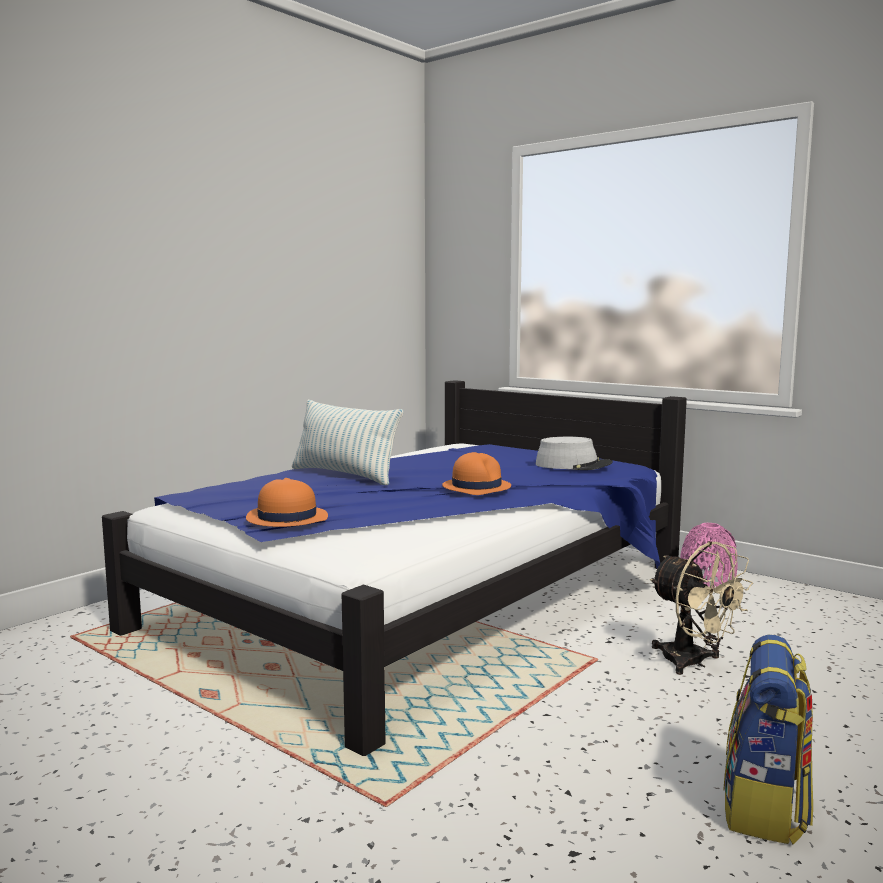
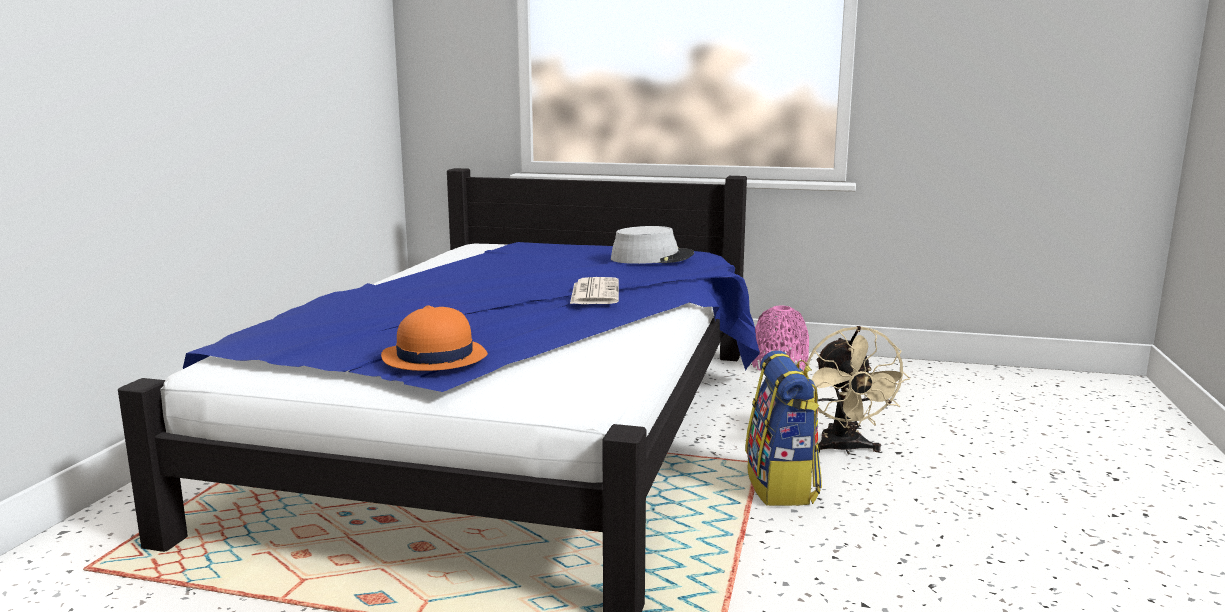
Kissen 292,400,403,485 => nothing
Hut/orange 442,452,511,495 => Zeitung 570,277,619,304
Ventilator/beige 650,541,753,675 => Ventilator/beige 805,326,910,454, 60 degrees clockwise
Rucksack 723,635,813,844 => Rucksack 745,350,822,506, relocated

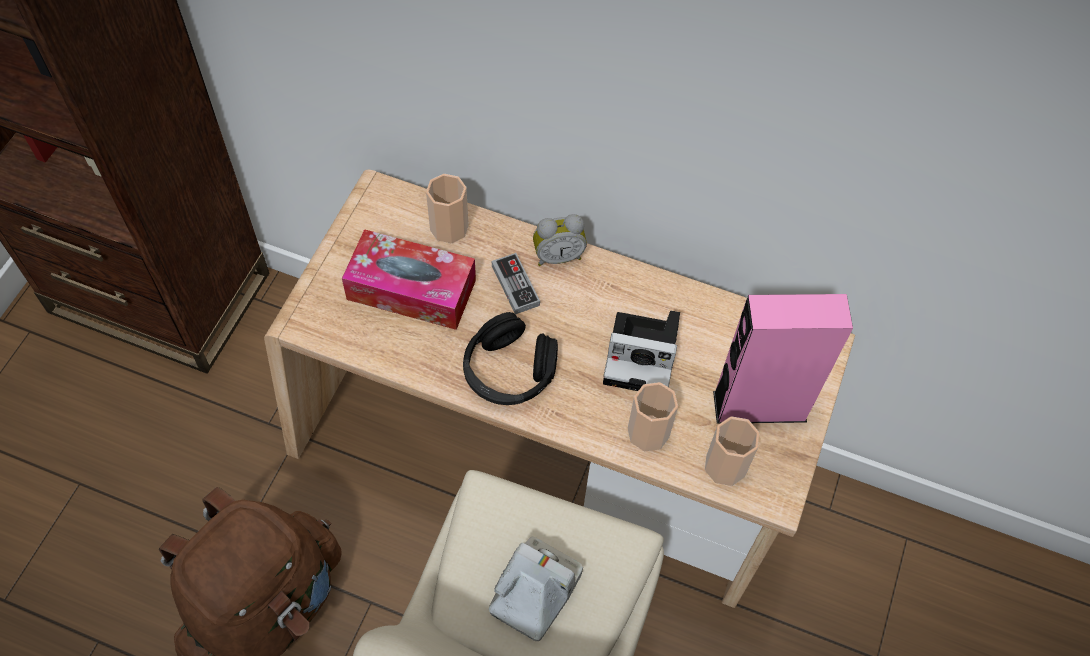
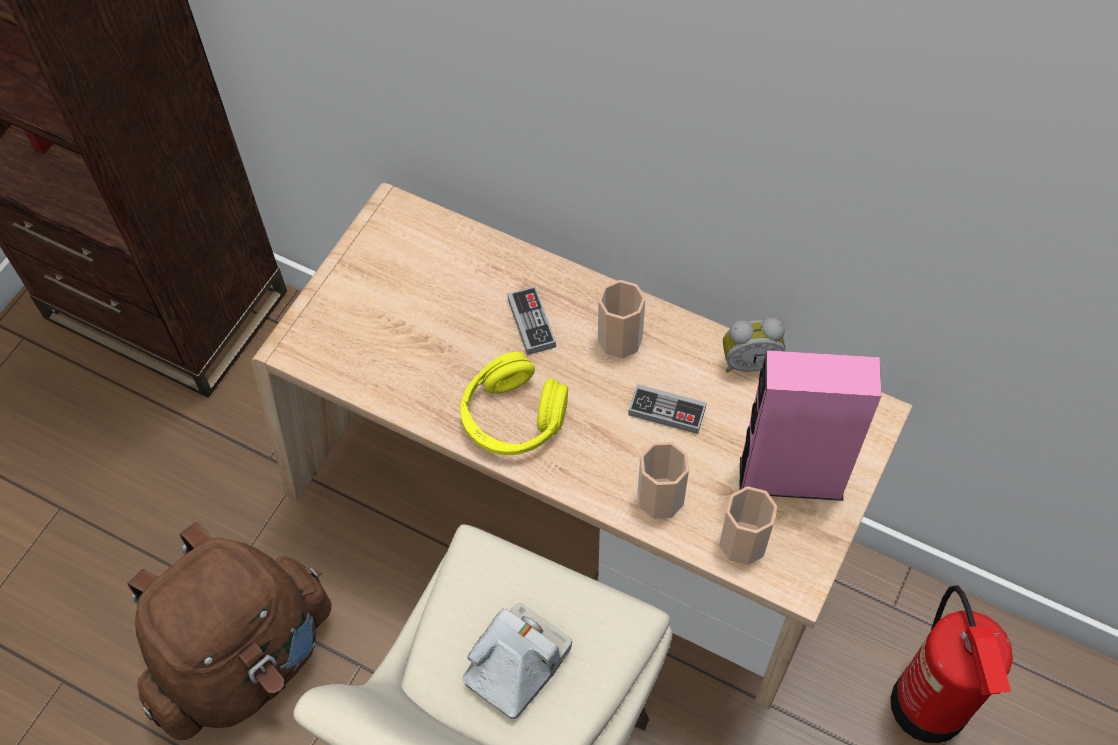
Tasse 426,174,469,243 => Tasse 598,280,646,359, relocated
Wecker 533,214,587,266 => Wecker 723,317,785,373, relocated
Taschentuchbox 342,229,476,330 => nothing
Kamera 603,311,680,391 => Gamepad 628,384,707,434
Kopfhörer/schwarz 463,312,558,405 => Kopfhörer/gelb 460,352,568,455
nothing => Feuerlöscher 891,585,1013,743

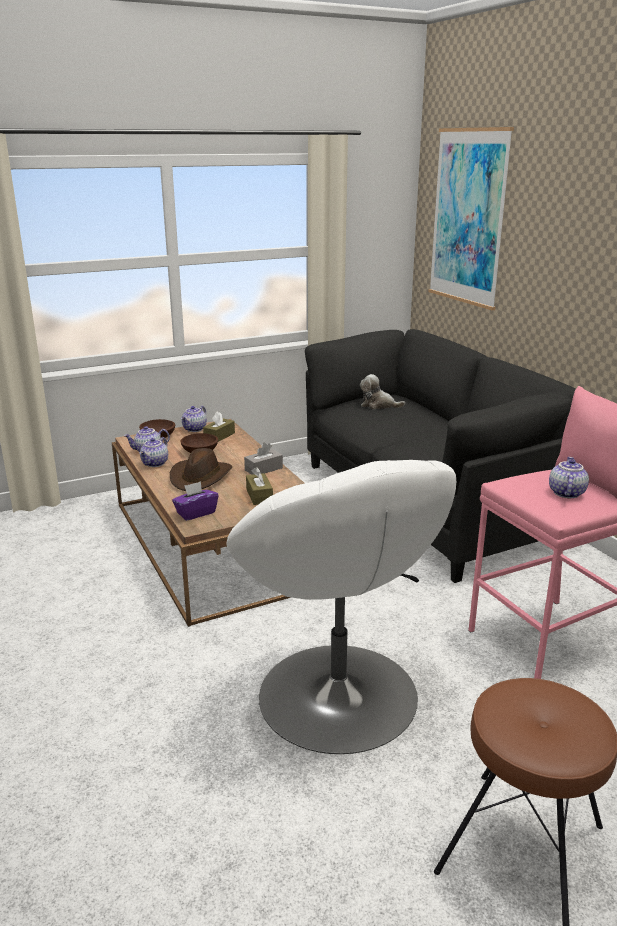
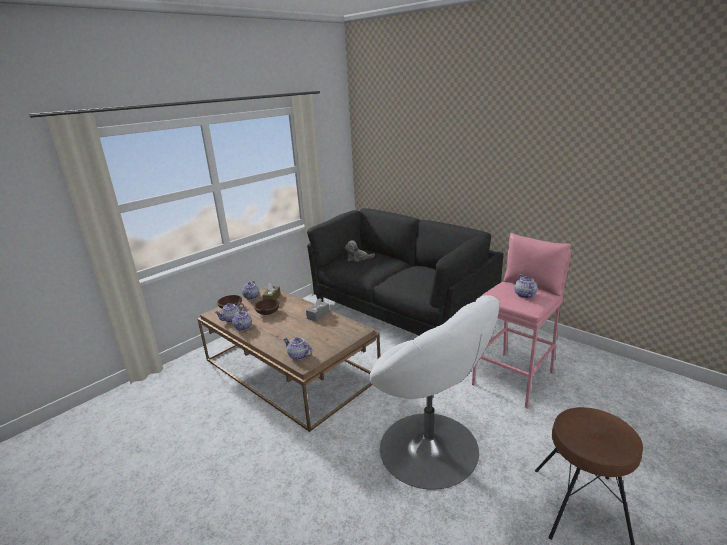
Bild 428,127,514,310 => nothing
Hut/braun 170,448,233,491 => nothing
Taschentuchbox/braun 246,467,273,505 => nothing
Taschentuchbox/lila 172,481,219,521 => Teekanne 283,337,312,360

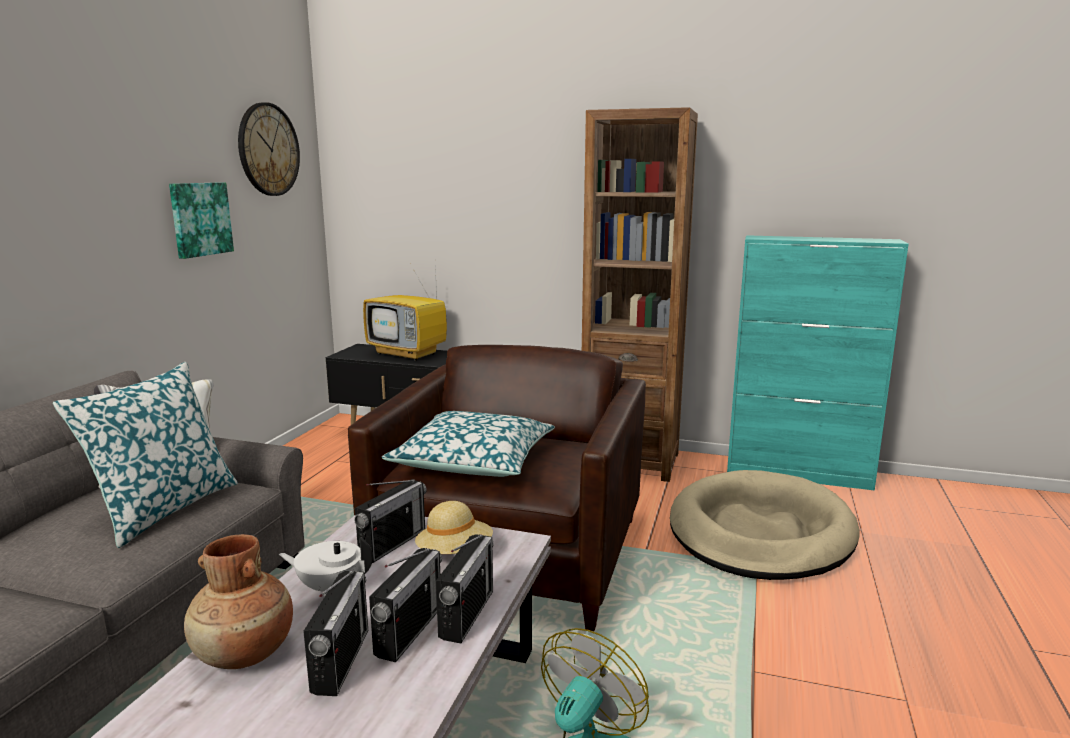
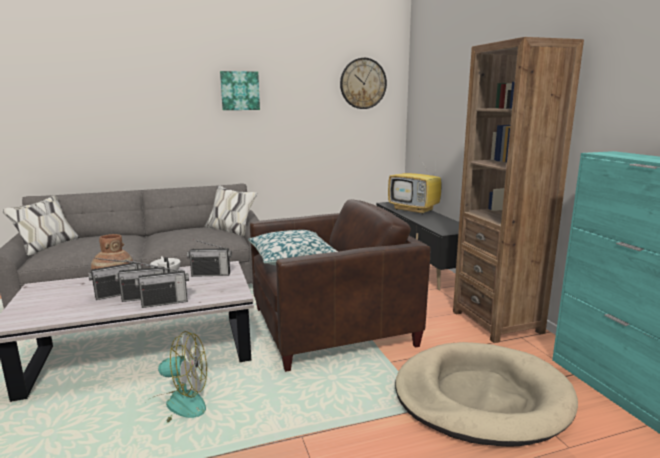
Bild 169,182,234,259 => Bild 220,71,260,110, relocated
Fernseher 363,267,447,361 => Fernseher 388,163,441,214, 45 degrees counterclockwise
Kissen 53,362,238,548 => nothing
Hut/beige 415,501,493,554 => nothing

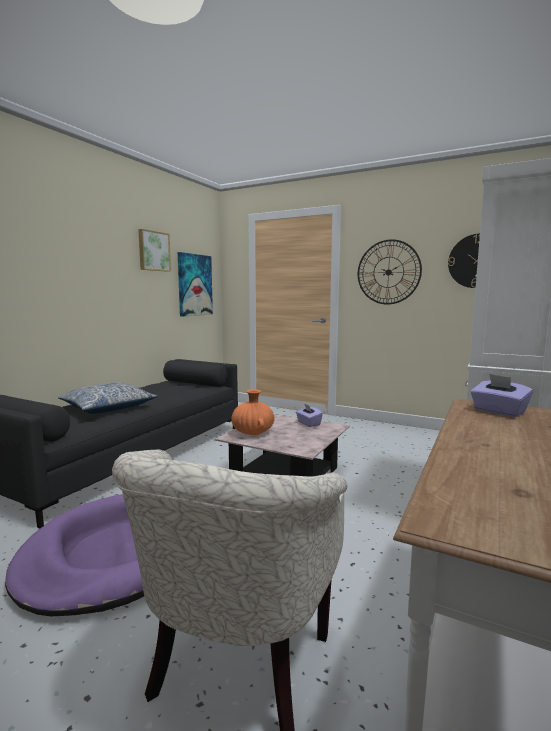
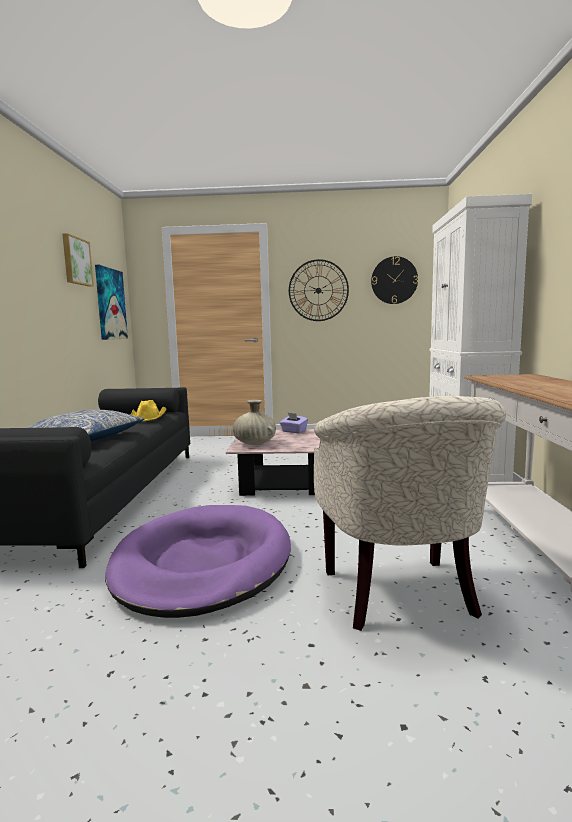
Taschentuchbox/lila 471,374,533,417 => nothing
Vase/orange 231,389,274,435 => Vase/beige 233,400,276,445
nothing => Hut/gelb 130,400,166,421

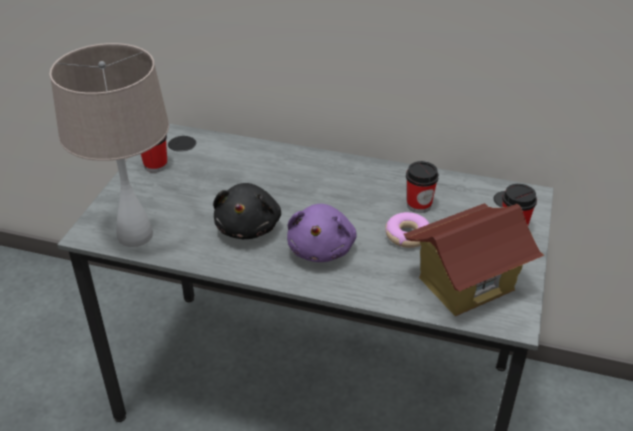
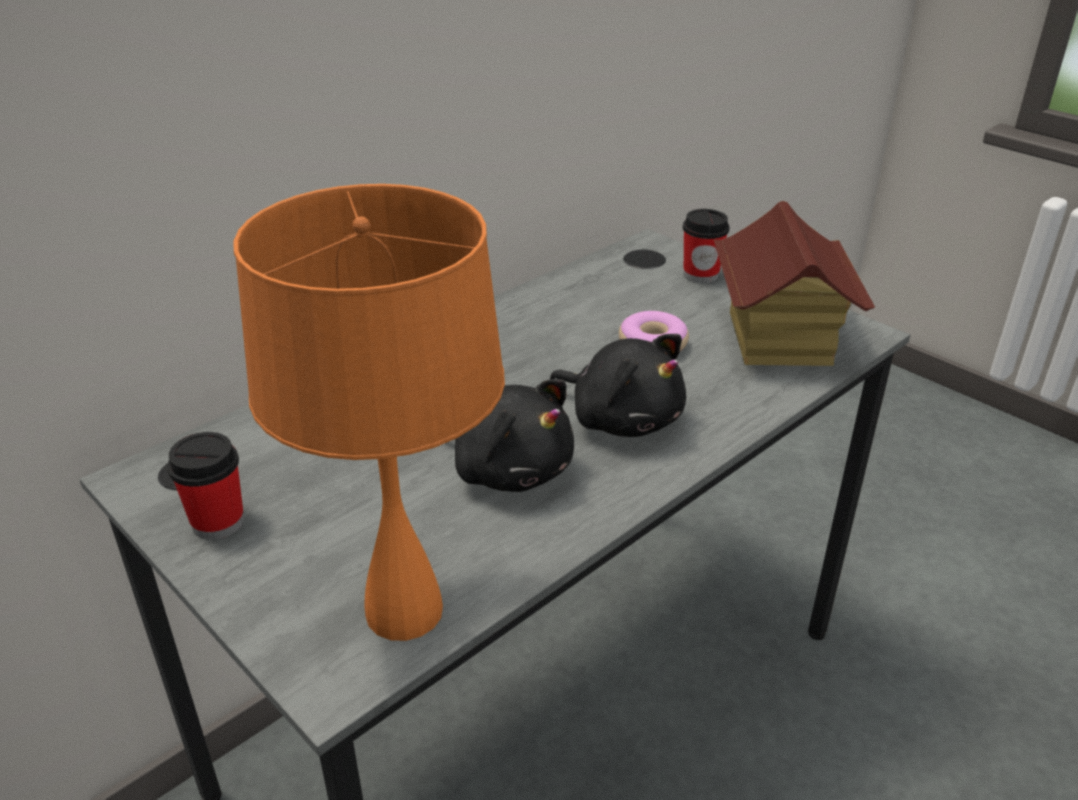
Tischlampe/beige 49,43,169,247 => Tischlampe/orange 234,184,505,641
Tasse 406,161,439,213 => nothing
Plüschtier/lila 287,204,357,262 => Plüschtier/schwarz 550,334,686,437

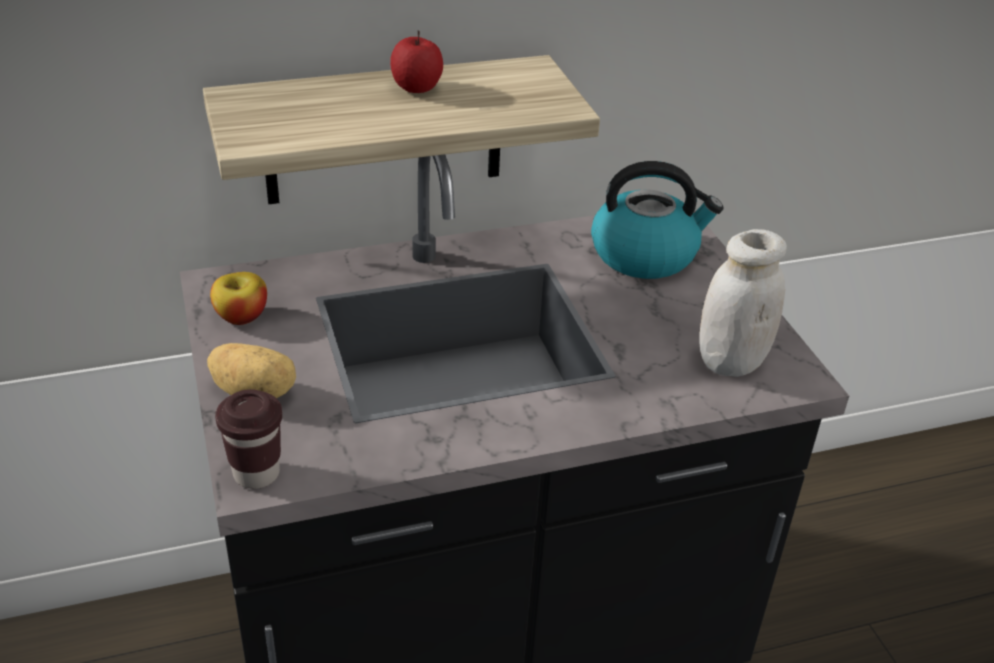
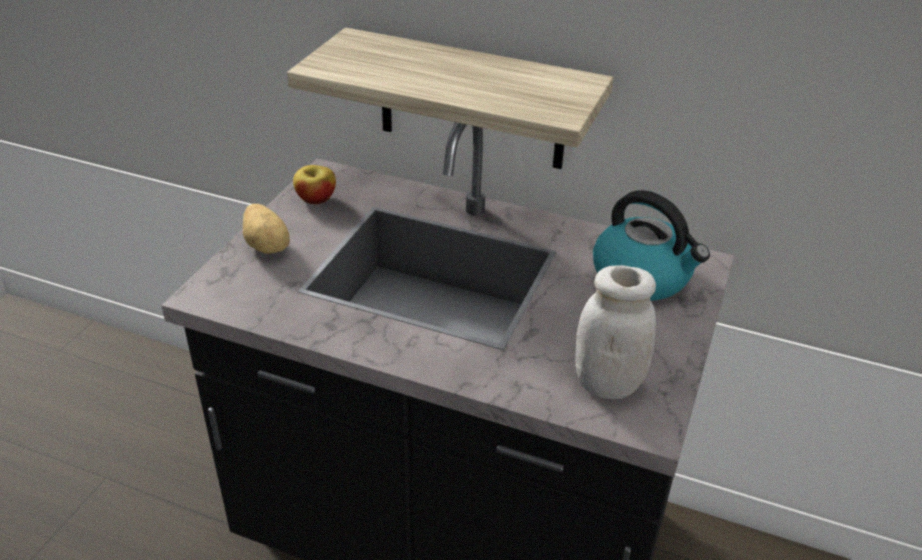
Apfel 390,31,443,93 => nothing
Tasse/braun 215,389,282,489 => nothing

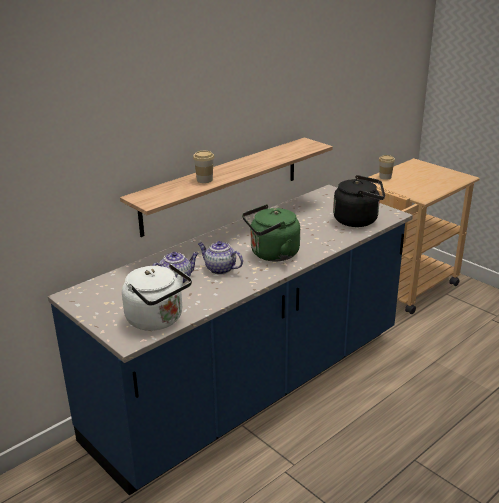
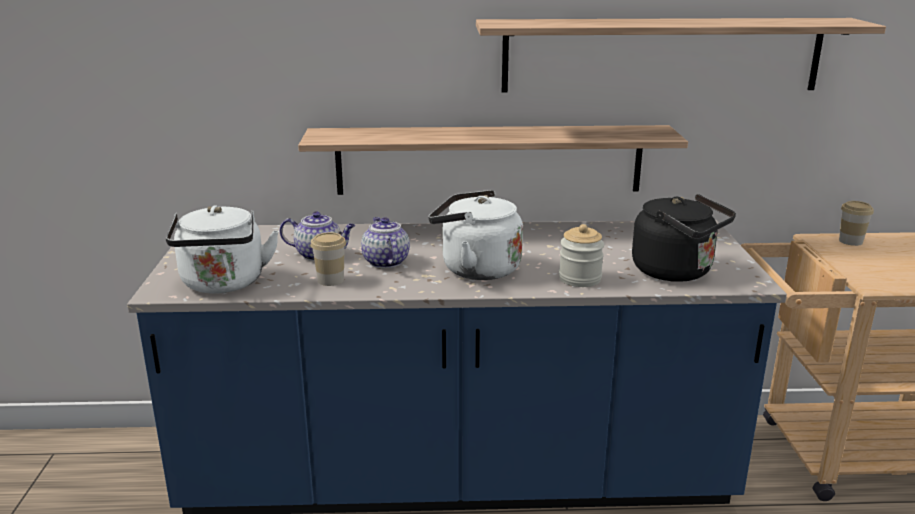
Tasse 193,151,214,183 => Tasse 310,232,346,286, relocated
Wasserkessel/grün 242,204,300,261 => Wasserkessel/weiß 428,190,523,280
nothing => Wandregal 476,18,886,92
nothing => Vorratsglas 559,224,604,287

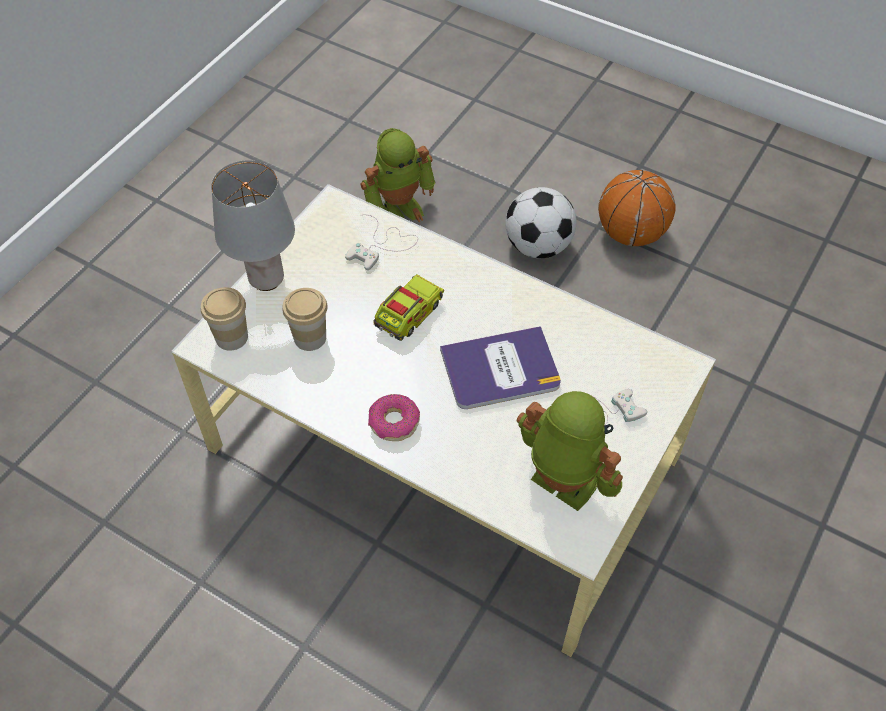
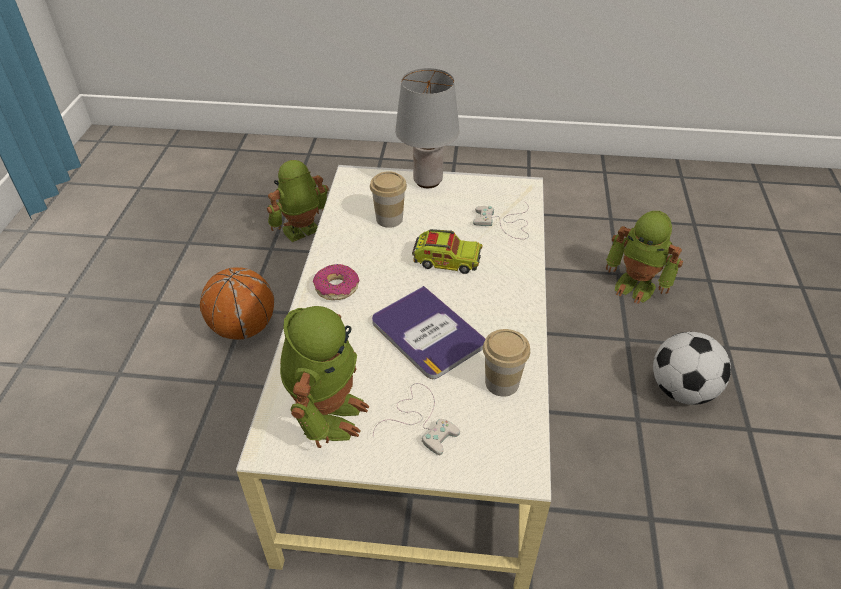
Basketball 598,170,676,246 => Basketball 200,267,274,339, relocated
Tasse 201,287,248,351 => Tasse 483,329,530,397, relocated
nothing => Spielzeugroboter 267,160,329,242

